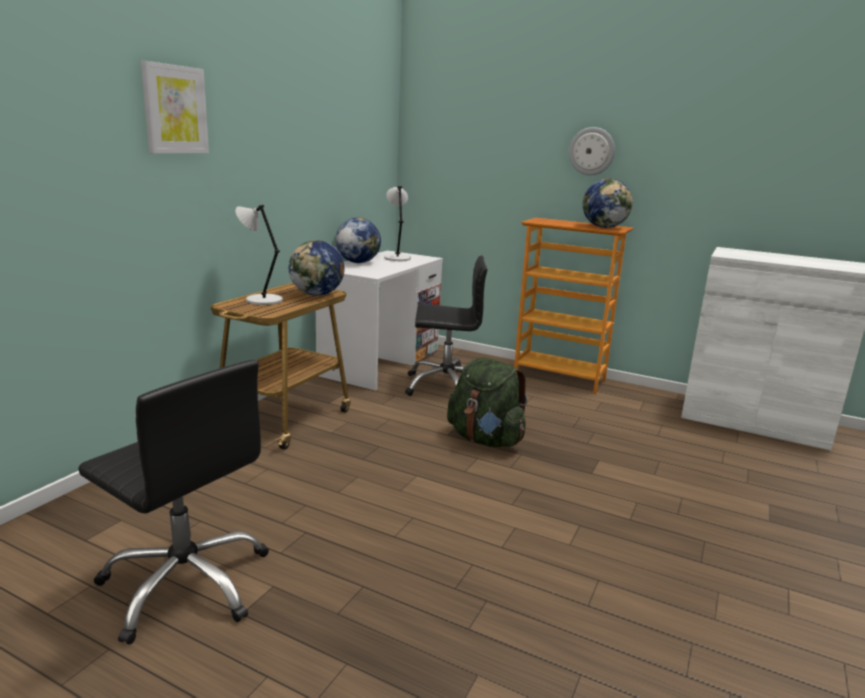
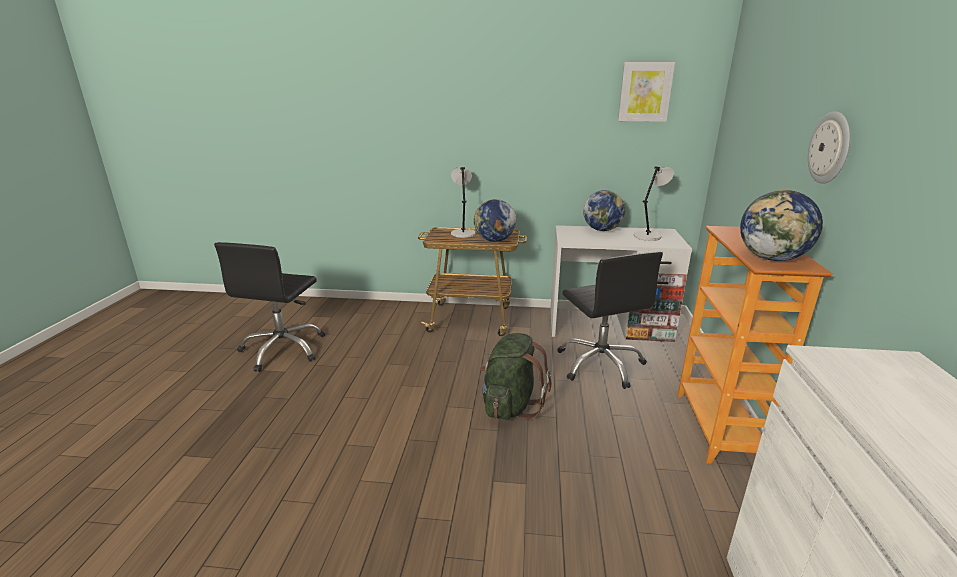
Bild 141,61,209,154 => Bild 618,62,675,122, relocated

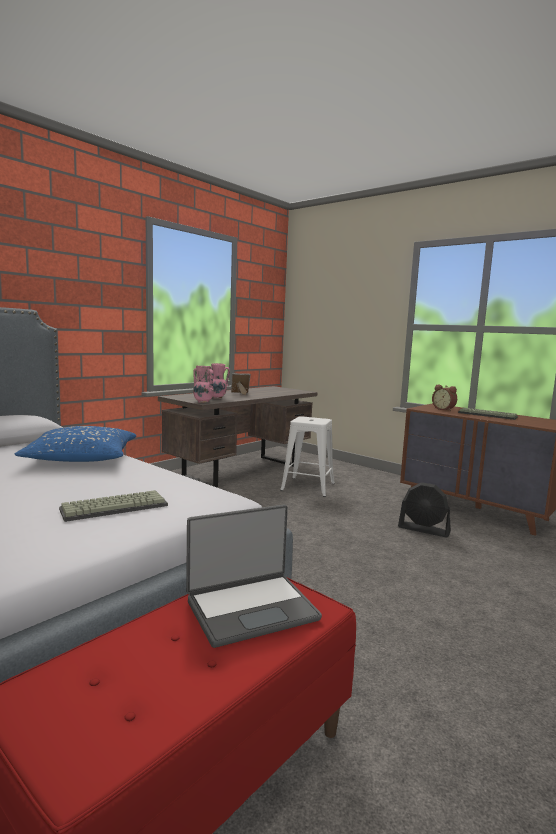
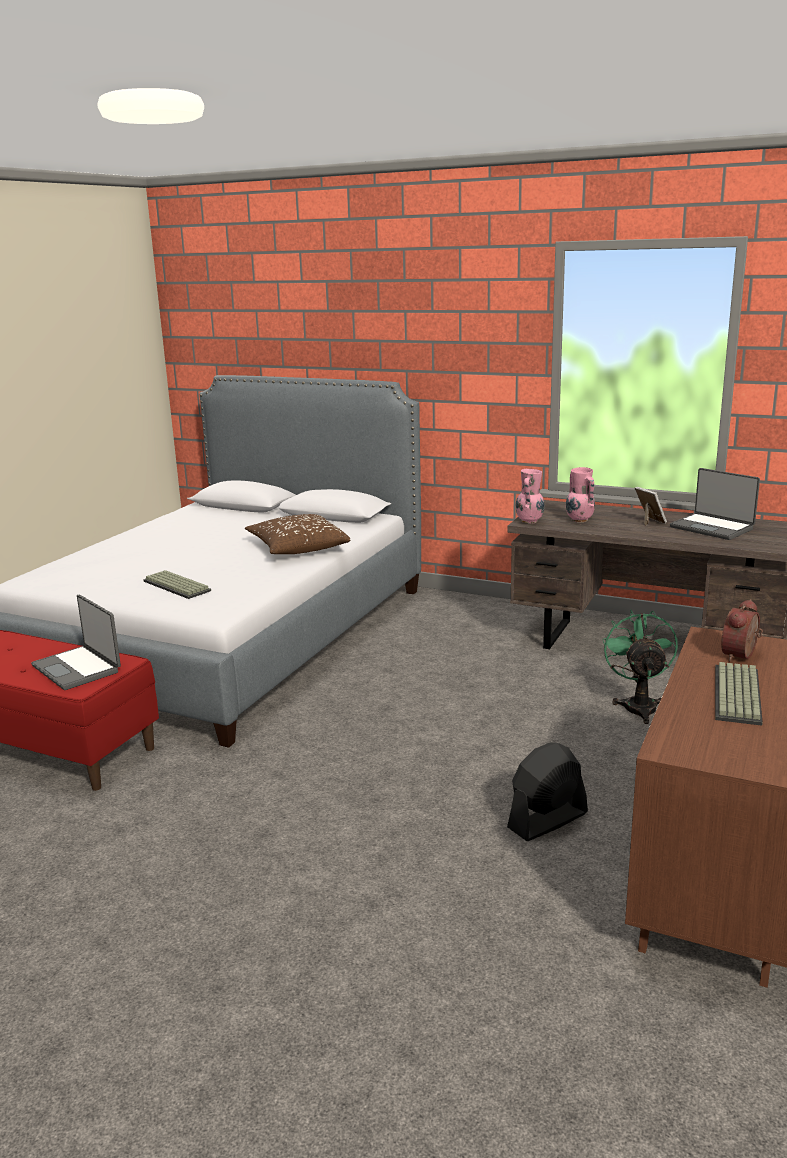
Hocker/weiß 280,416,335,497 => Ventilator/grün 602,610,678,724
Kissen/blau 15,426,137,462 => Kissen/braun 245,514,350,554
Ventilator/schwarz 398,482,451,537 => Ventilator/schwarz 507,742,588,841, 45 degrees clockwise
nothing => Laptop 670,468,760,540

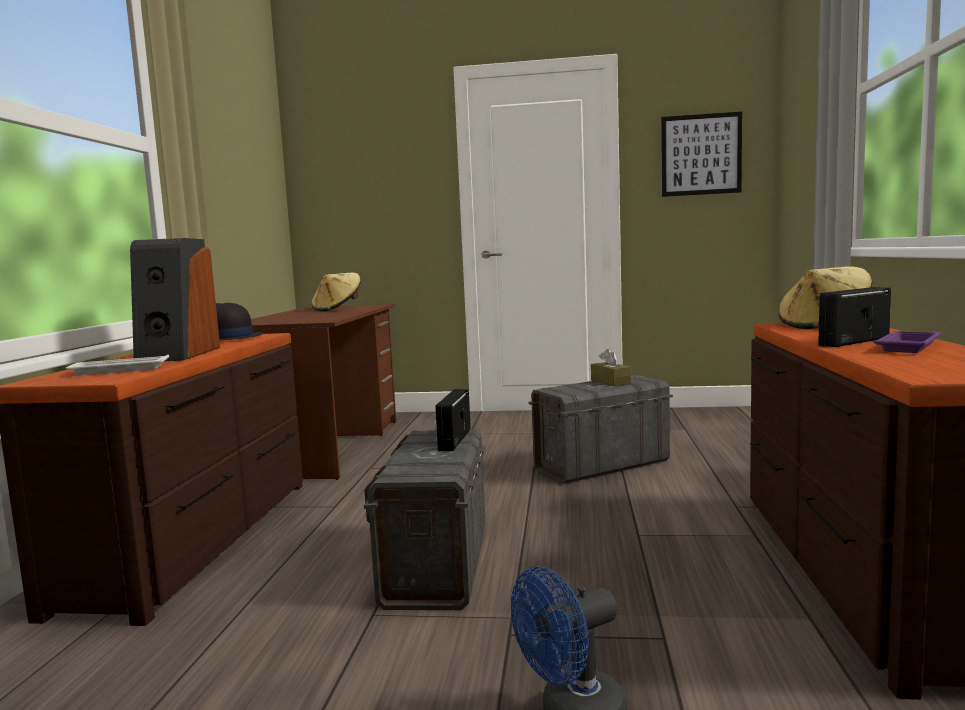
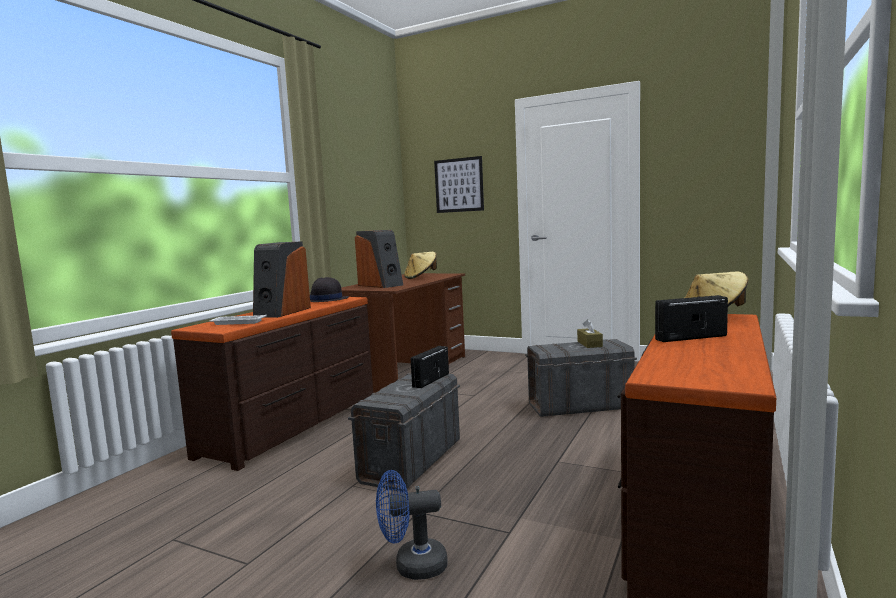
Bild 661,112,742,197 => Bild 434,156,484,213, relocated
Tablett/lila 874,331,942,353 => nothing
nothing => Lautsprecher 355,230,403,288

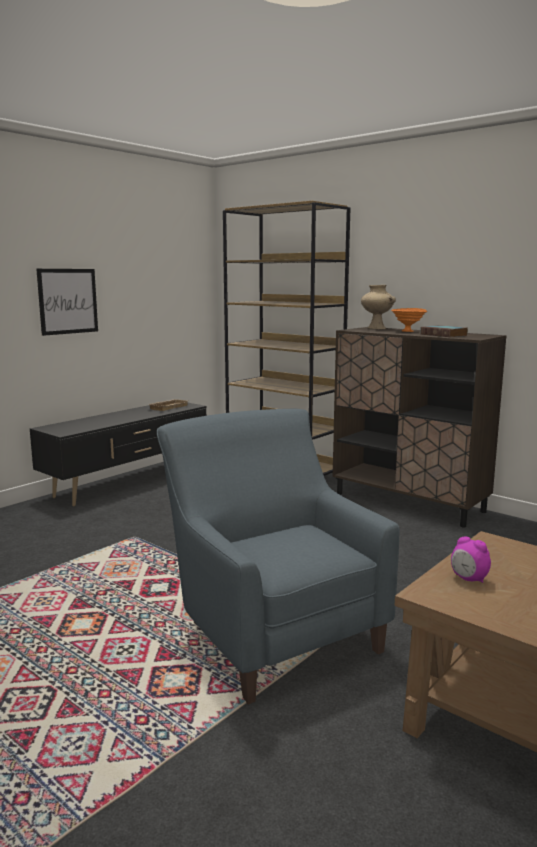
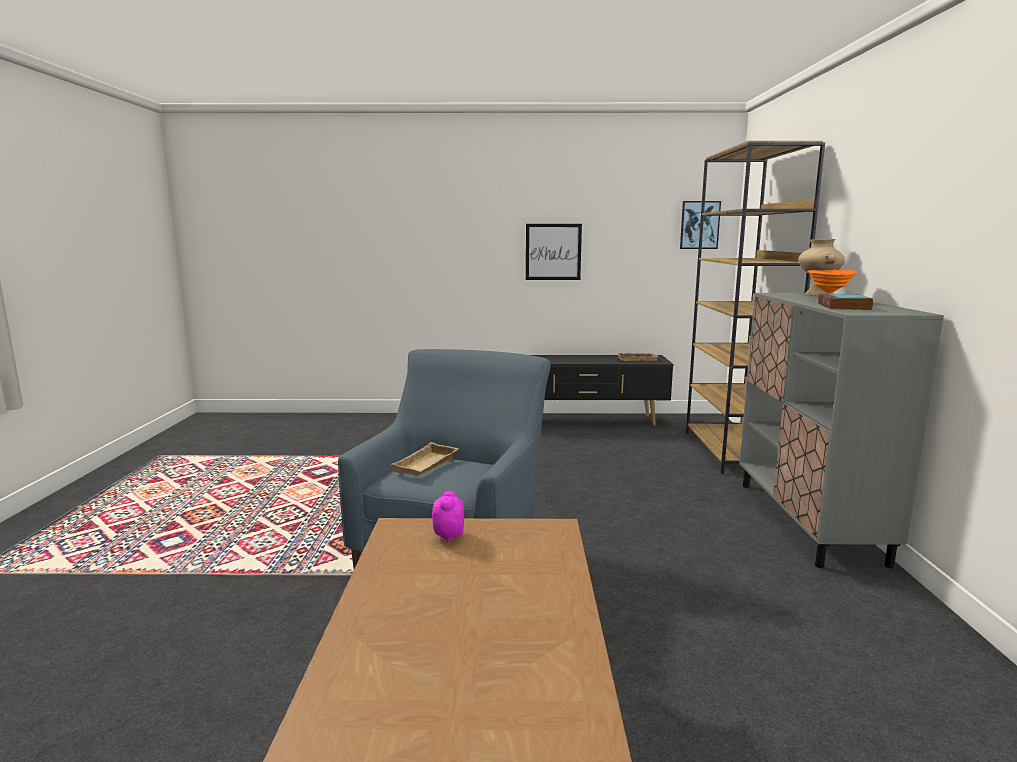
Schrank/braun 333,327,507,527 => Schrank/grau 739,293,944,568
nothing => Bild 680,201,721,249
nothing => Tablett/beige 392,442,459,476

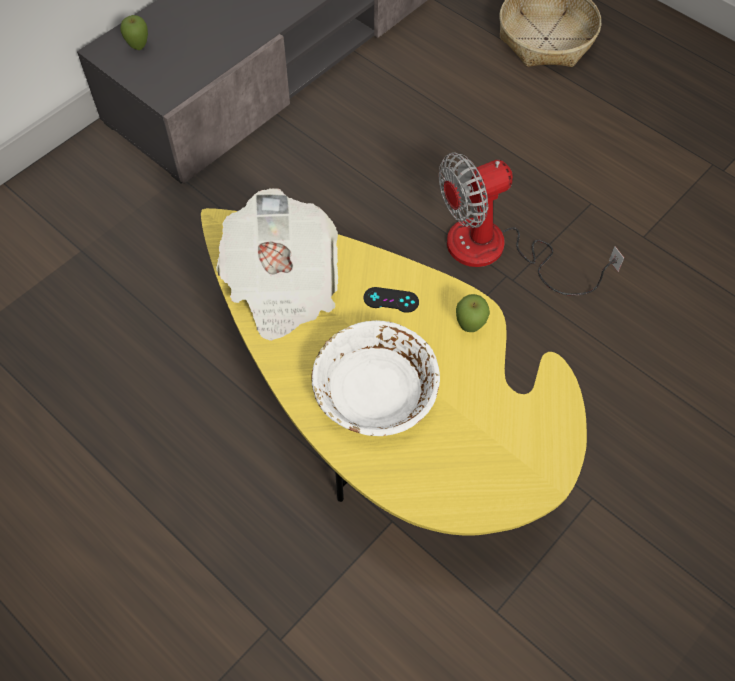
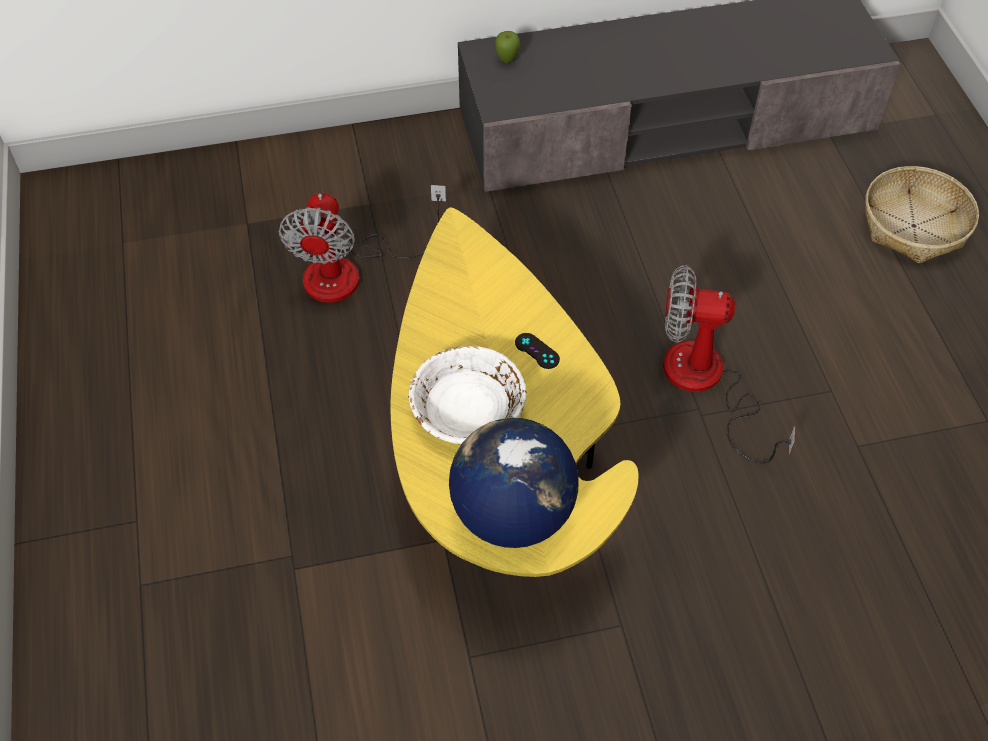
Zeitung 216,188,338,341 => nothing
Apfel 456,294,490,332 => nothing
nothing => Ventilator 278,185,446,303
nothing => Globus 449,418,579,548

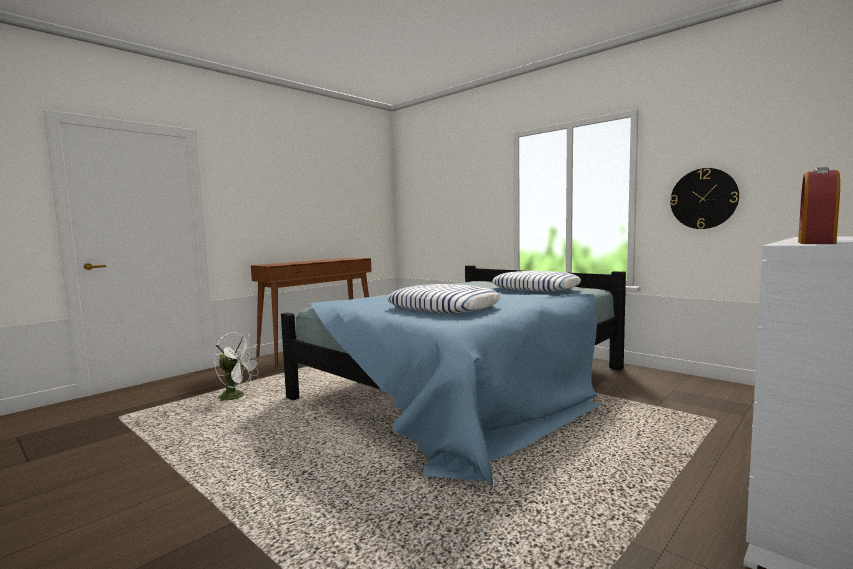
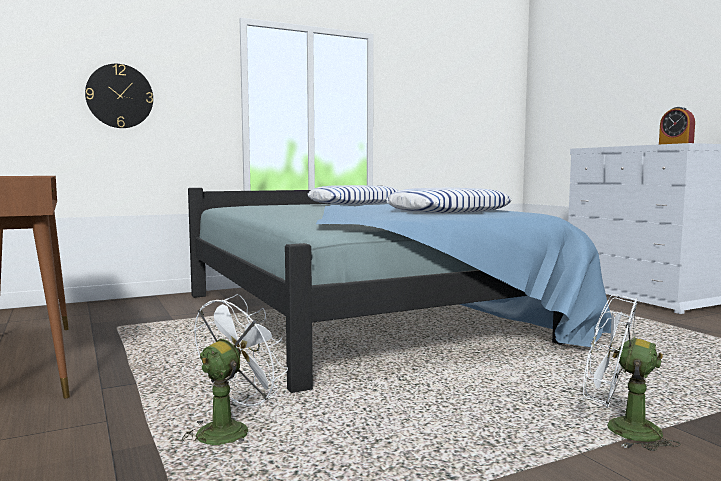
Wanduhr 670,168,739,229 => Wanduhr 85,64,153,128, relocated
nothing => Ventilator/weiß 583,294,681,451

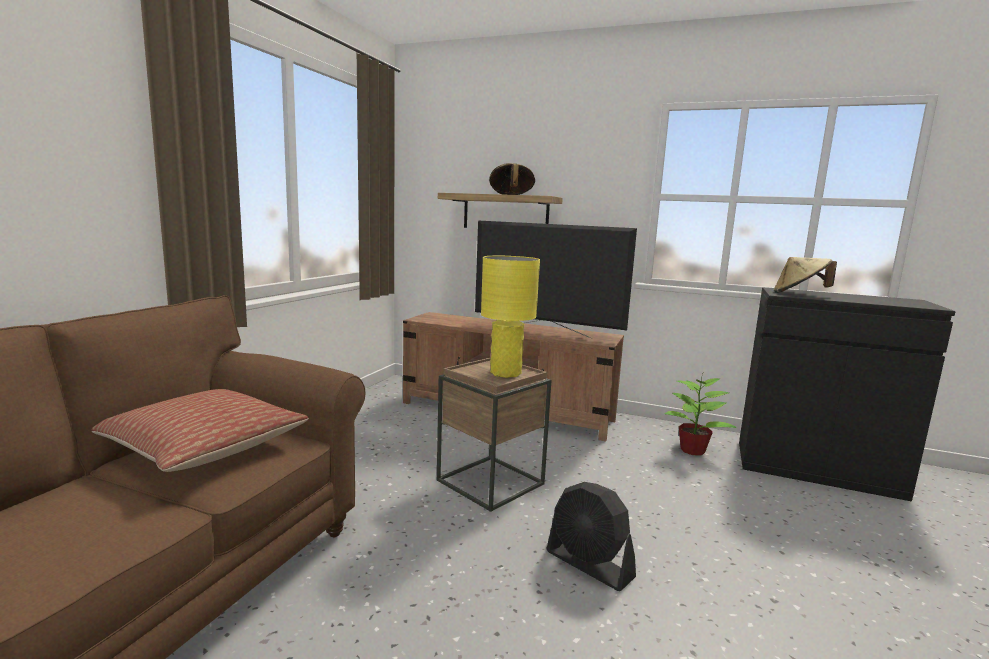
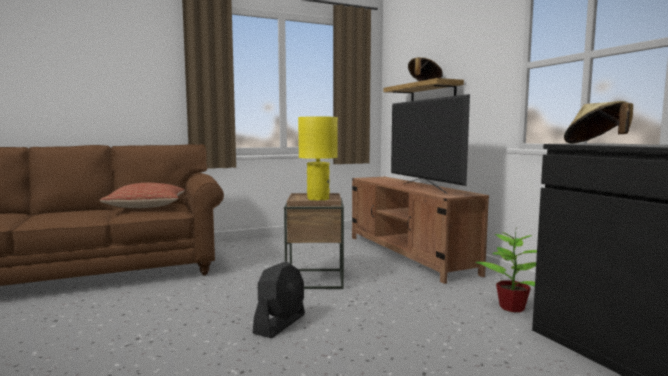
Ventilator/schwarz 546,482,636,591 => Ventilator/schwarz 253,261,305,338, 150 degrees counterclockwise

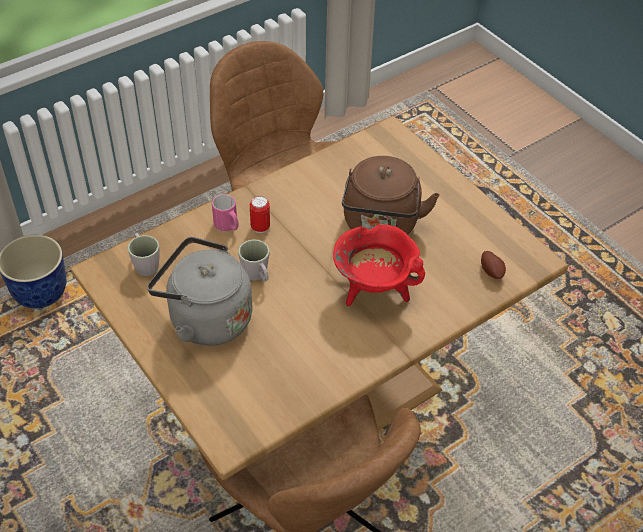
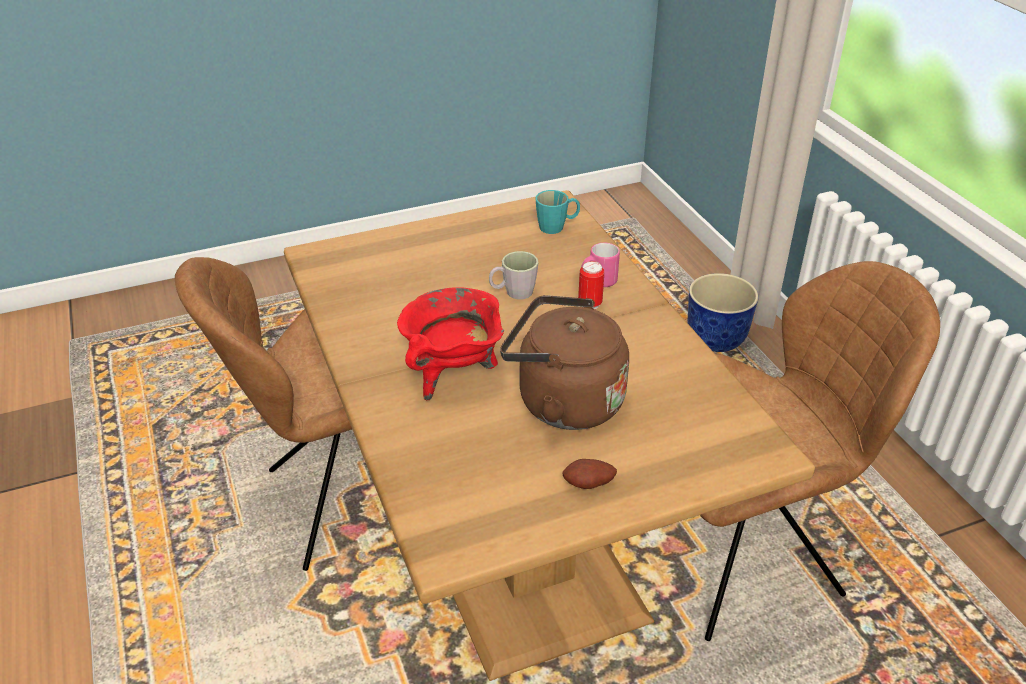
Henkelbecher/grau 128,233,160,276 => Henkelbecher/türkis 535,190,580,234
Wasserkessel/grau 147,237,252,346 => nothing
Kartoffel 481,251,506,279 => Kartoffel 563,459,617,489, relocated

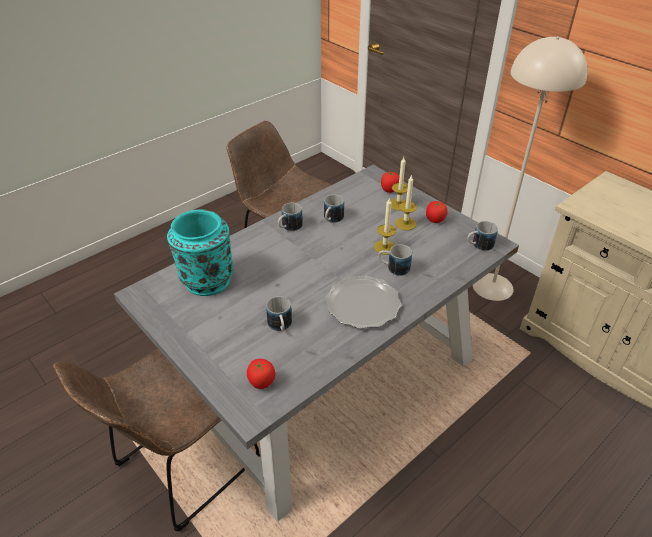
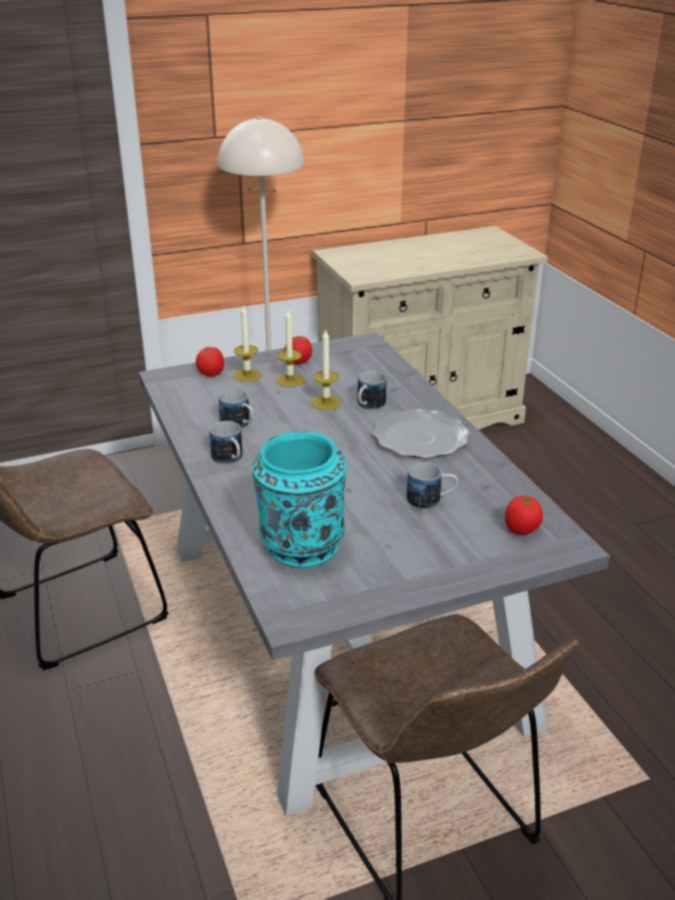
Henkelbecher 467,221,498,251 => nothing

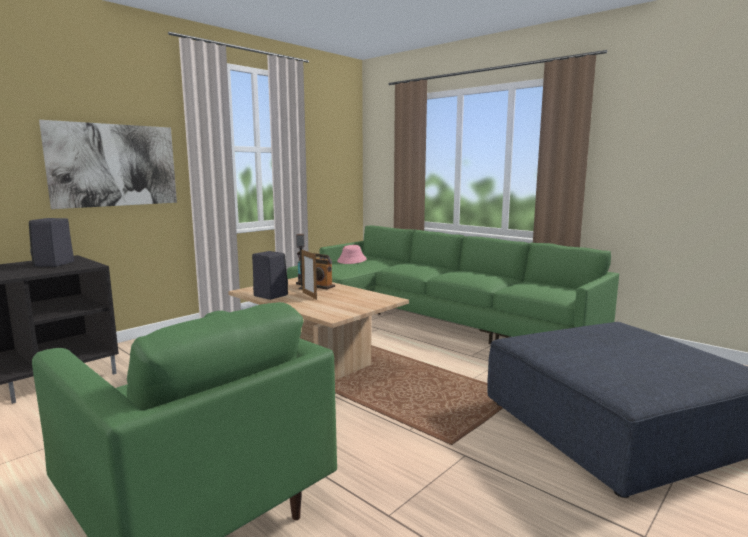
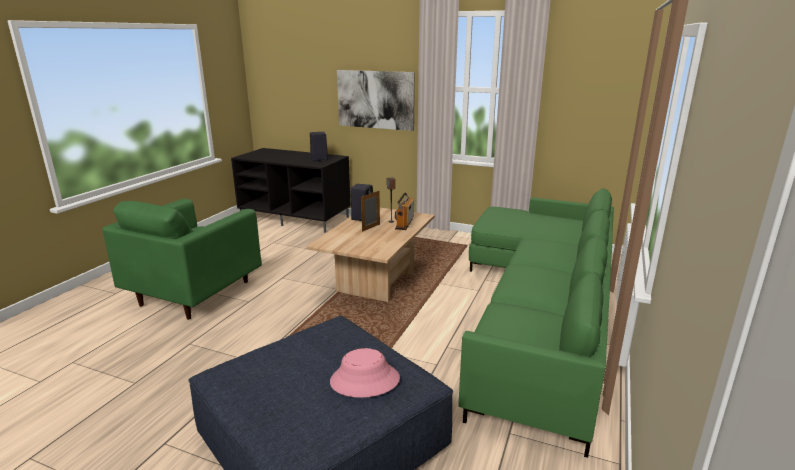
Hut/rosa 337,245,367,264 => Hut/rosa 330,348,400,398, relocated

